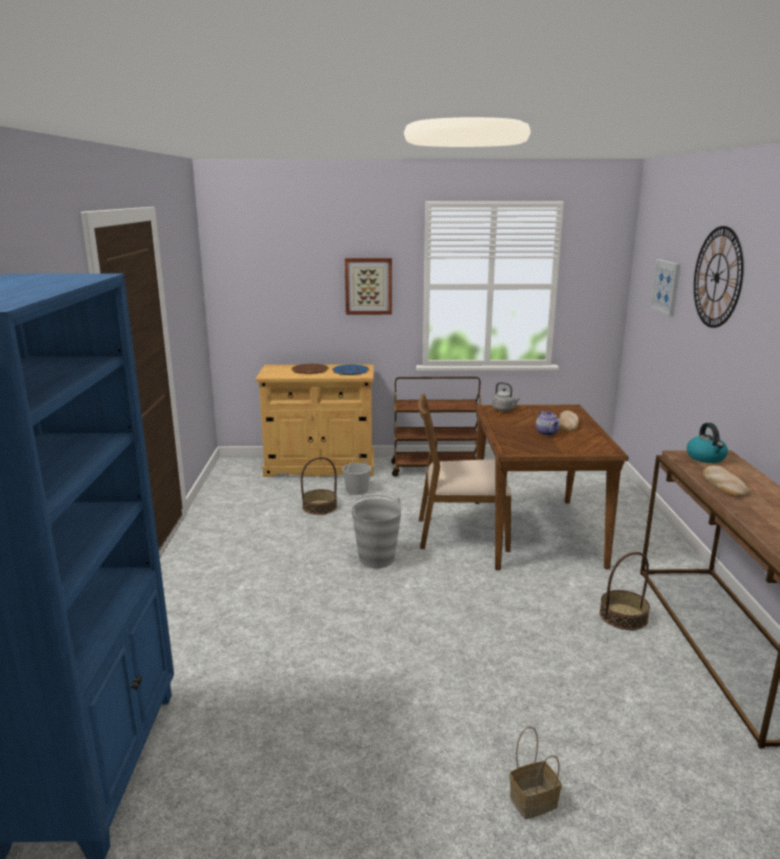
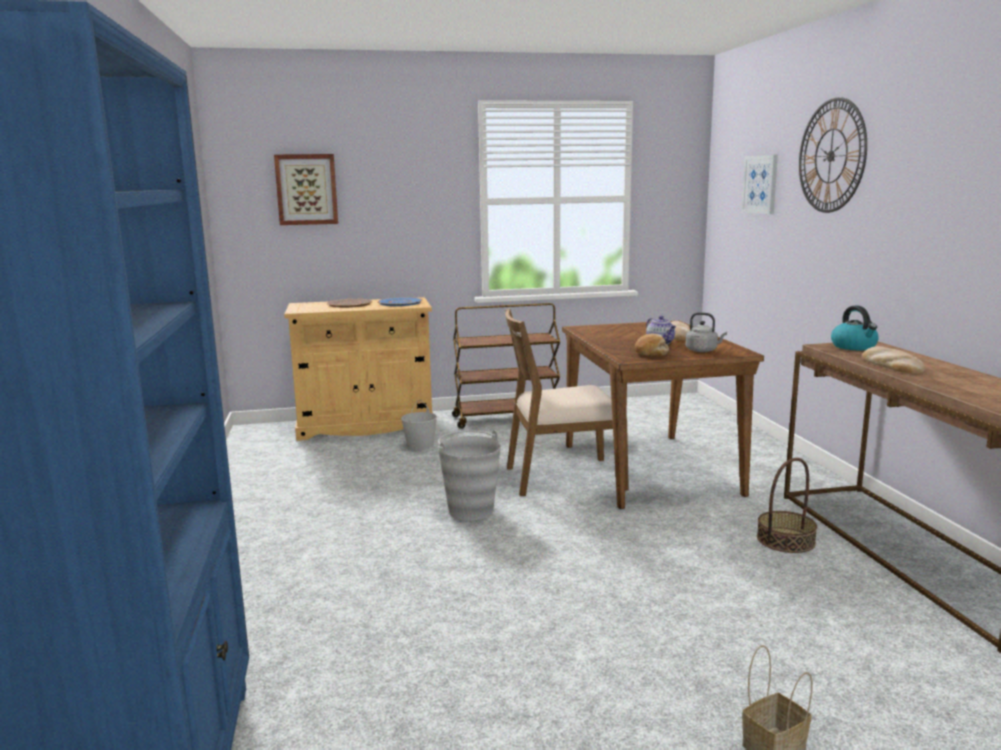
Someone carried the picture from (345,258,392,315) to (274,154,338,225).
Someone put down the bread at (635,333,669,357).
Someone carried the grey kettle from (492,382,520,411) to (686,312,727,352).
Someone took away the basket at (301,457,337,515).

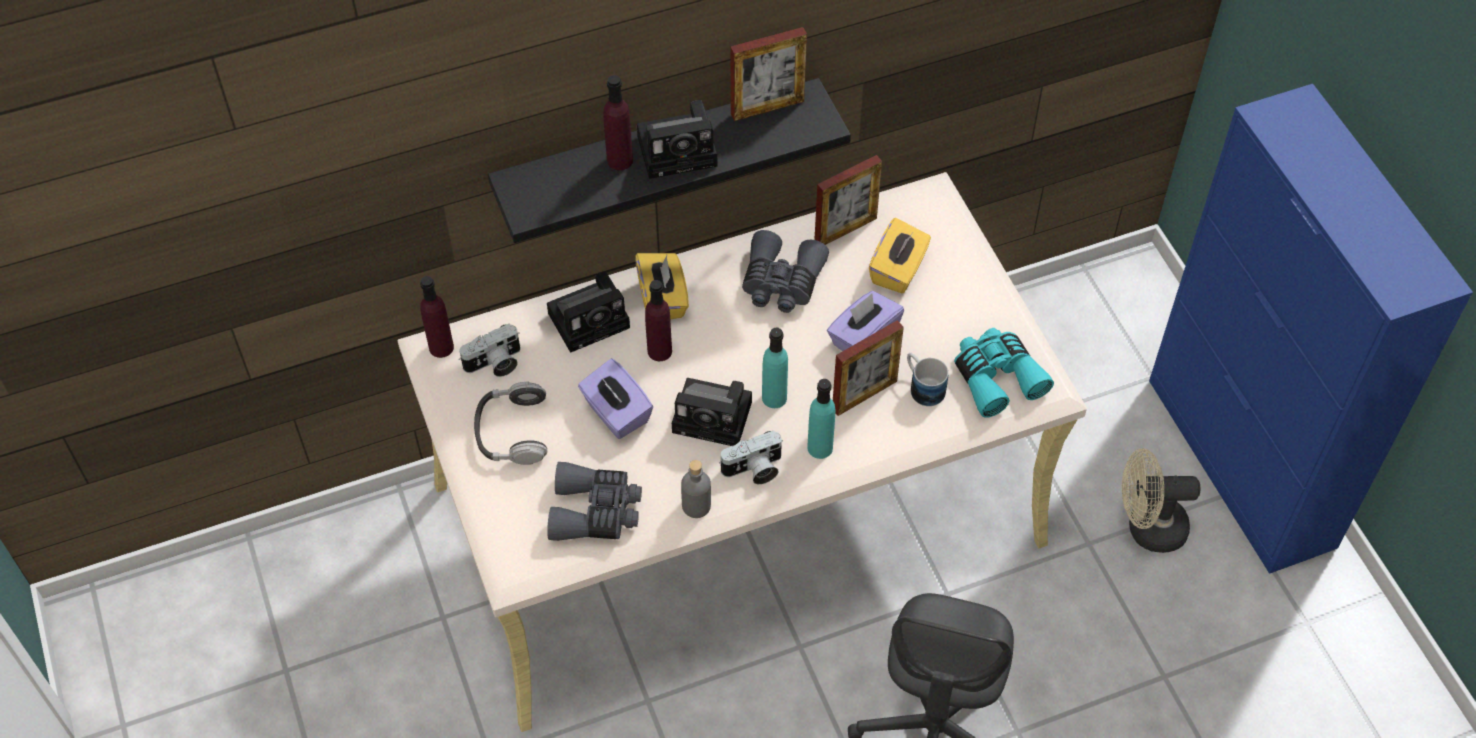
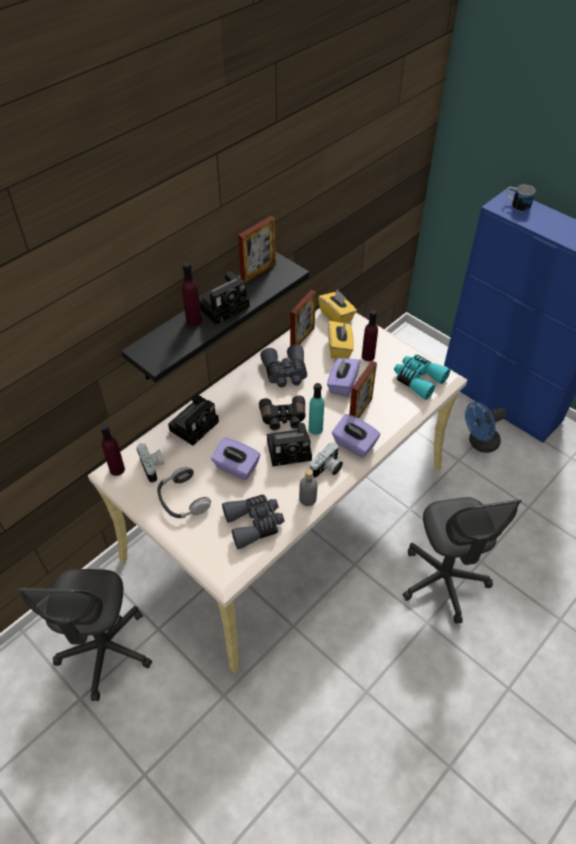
Someone put down the grey office chair at (17,569,152,701).
Someone rotated the photo camera at (459,323,520,377) by 60 degrees counterclockwise.
Someone put down the black binoculars at (259,396,305,430).
Someone carried the yellow tissue box from (635,253,689,320) to (318,290,357,323).
Someone swapped the turquoise bottle at (807,379,835,459) for the purple tissue box at (332,414,380,458).
Someone carried the purple bottle from (645,280,672,361) to (362,310,378,361).
Someone repainted the beige fan at (1122,448,1200,553), which became the blue fan at (465,402,506,453).
Someone carried the mug from (907,353,948,406) to (506,185,535,212).

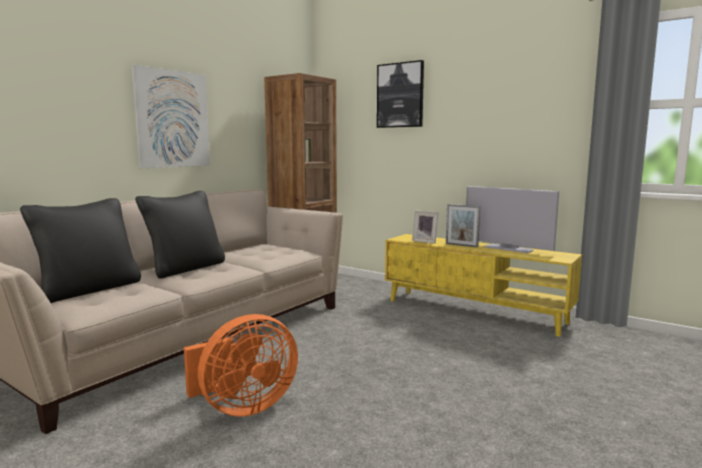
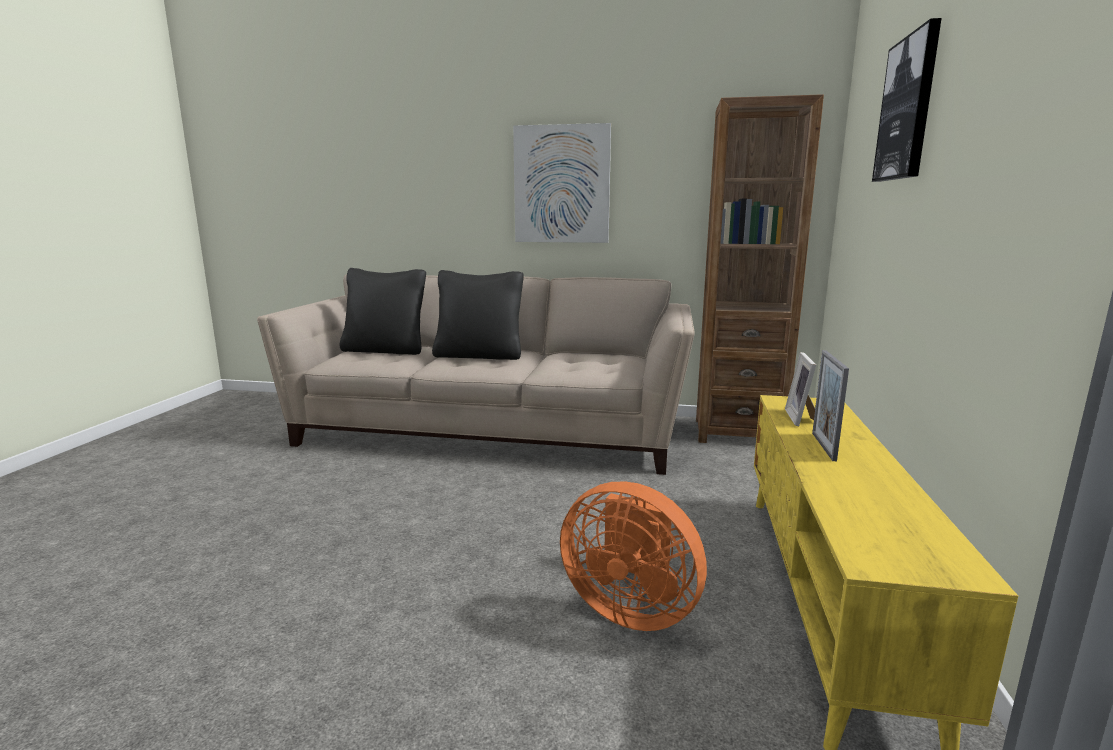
Someone carried the orange fan from (184,314,298,417) to (560,482,707,631).
Someone took away the television at (466,186,559,253).

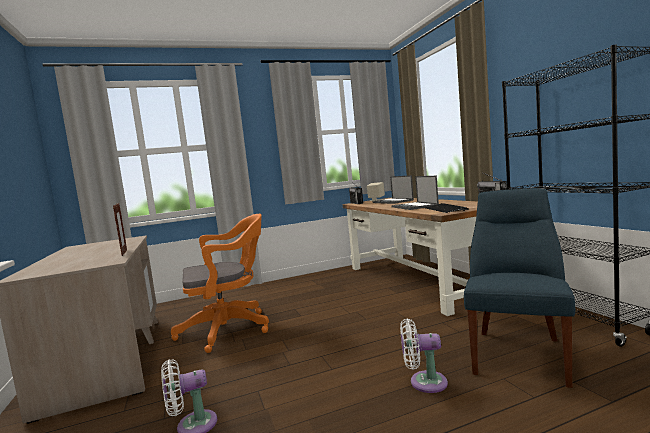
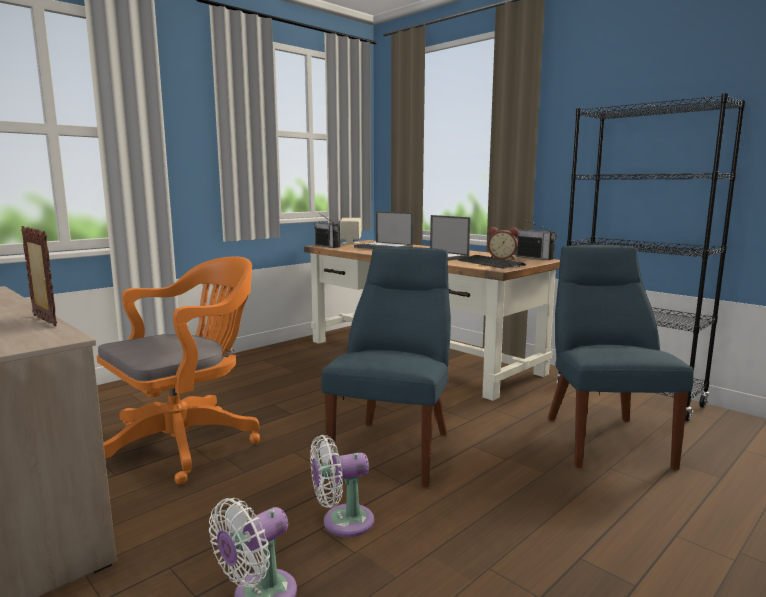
Someone carried the white fan from (400,319,448,393) to (310,435,374,537).
Someone put down the blue chair at (321,247,451,487).
Someone put down the alarm clock at (488,227,519,259).

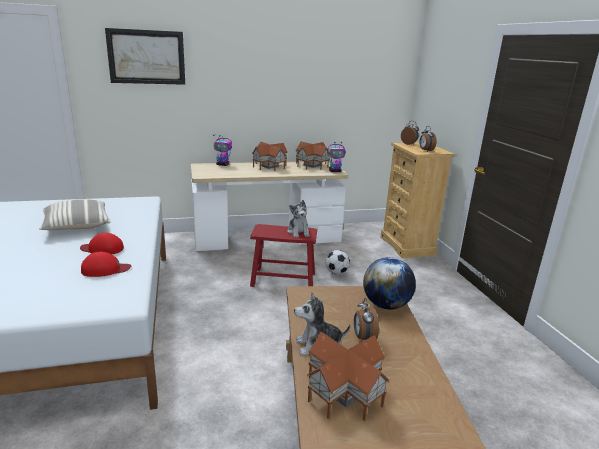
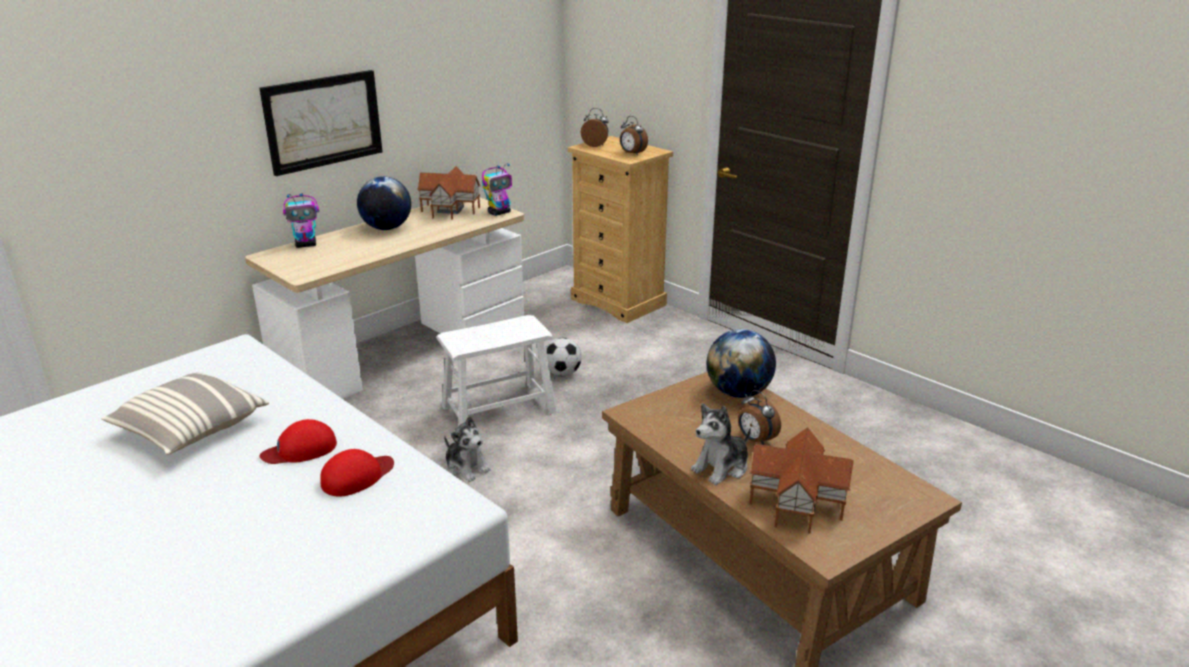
Someone carried the picture from (105,28,185,85) to (259,70,383,176).
Someone swapped the toy house at (252,142,288,171) for the globe at (357,176,411,230).
Someone repainted the red stool at (250,224,317,287), which became the white stool at (437,315,557,425).
Someone carried the plush toy from (287,200,310,238) to (444,416,491,482).

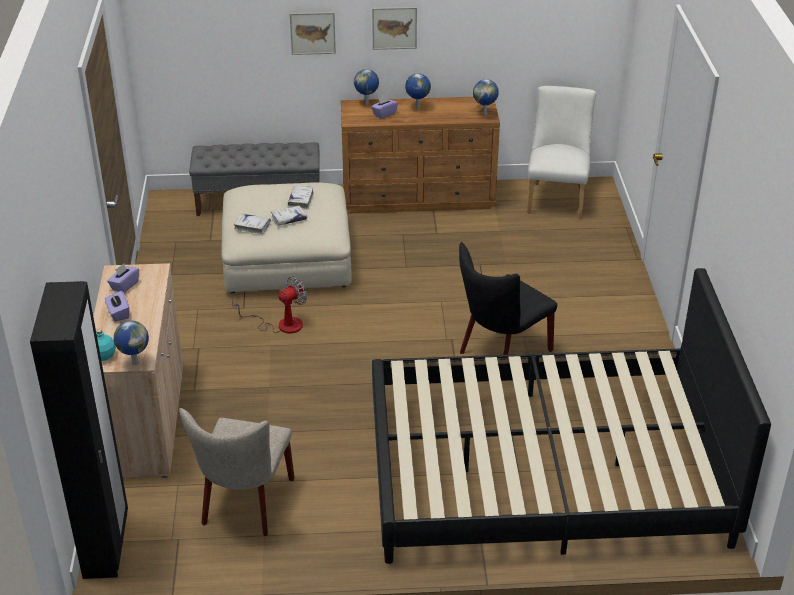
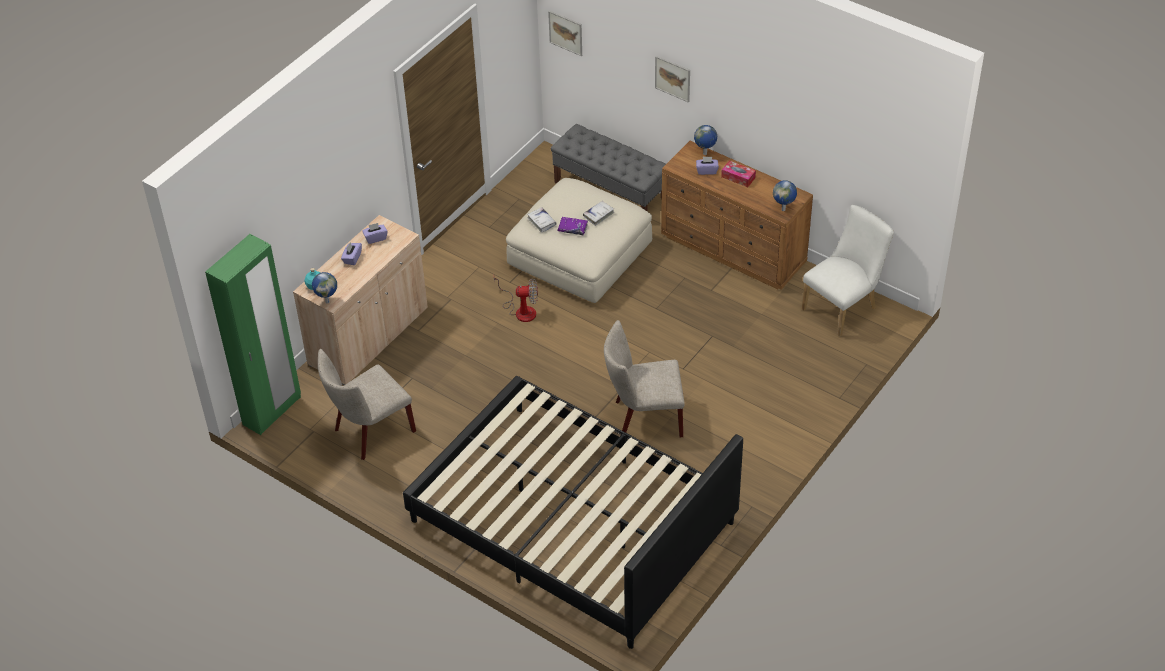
Someone repainted the black wardrobe at (30,281,128,579), which became the green wardrobe at (205,234,301,435).
Someone carried the picture from (372,7,417,50) to (548,10,582,56).
Someone repainted the white book at (271,205,307,226), which became the purple book at (557,217,588,235).
Someone repainted the black chair at (459,242,557,355), which became the beige chair at (604,320,685,437).
Someone swapped the globe at (405,73,431,109) for the tissue box at (721,160,756,187).

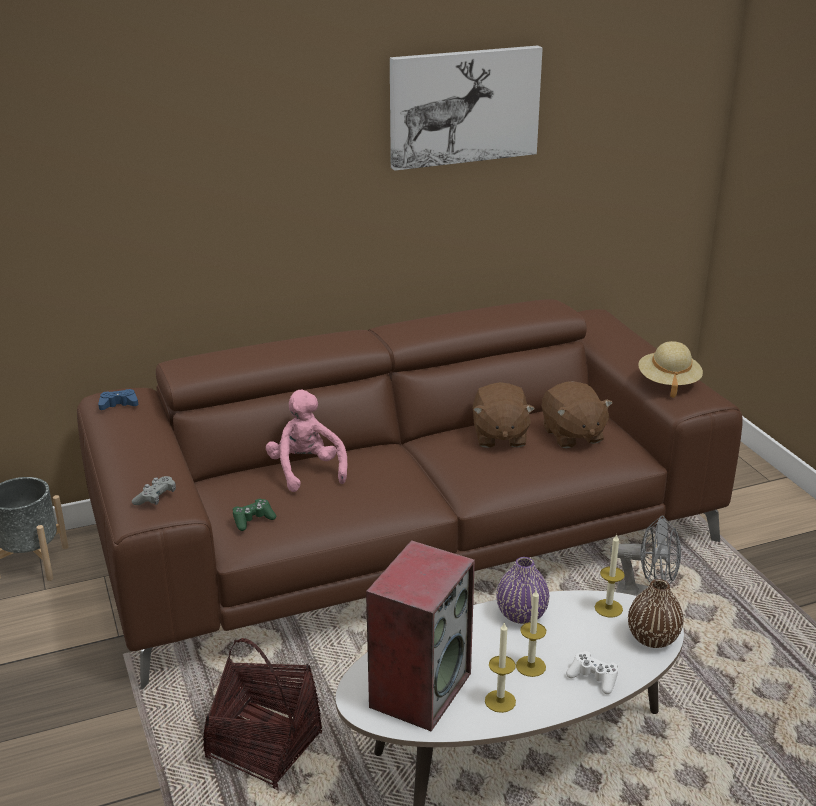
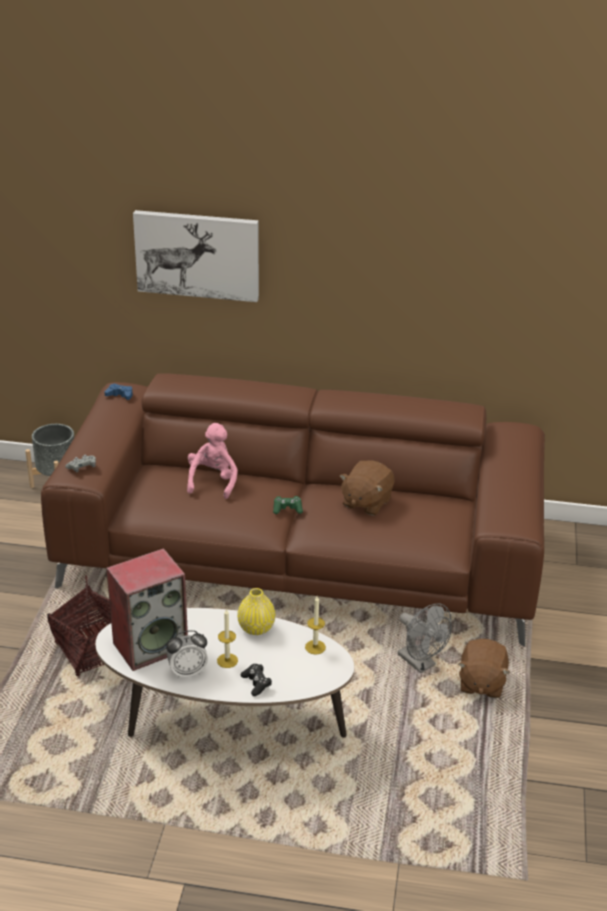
Someone carried the picture from (390,45,543,171) to (133,210,259,302).
Someone swapped the candle at (485,622,516,713) for the alarm clock at (166,630,208,679).
Someone repainted the purple vase at (496,557,550,624), which became the yellow vase at (237,588,275,635).
Someone repainted the white game controller at (566,651,618,694), which became the black game controller at (241,664,272,696).
Someone carried the green game controller from (233,499,276,531) to (273,496,303,514).
Someone carried the brown plush toy from (542,382,613,449) to (458,639,510,698).
Someone took away the brown vase at (628,579,683,648).
Someone took away the beige hat at (638,341,703,398).

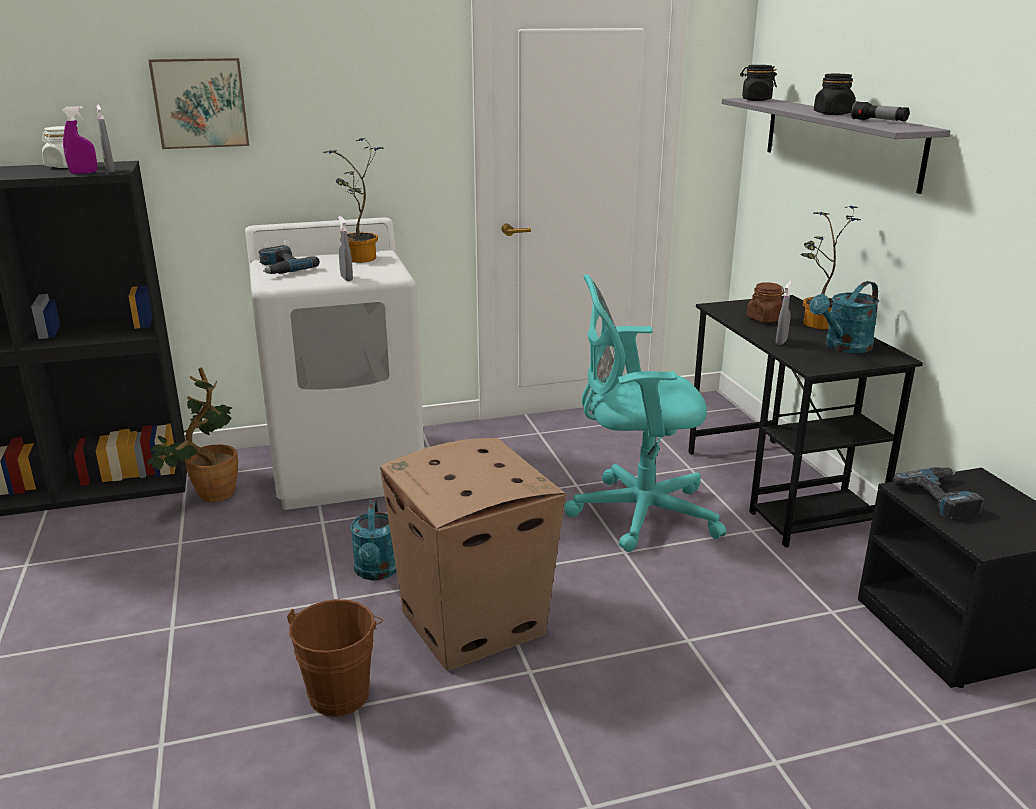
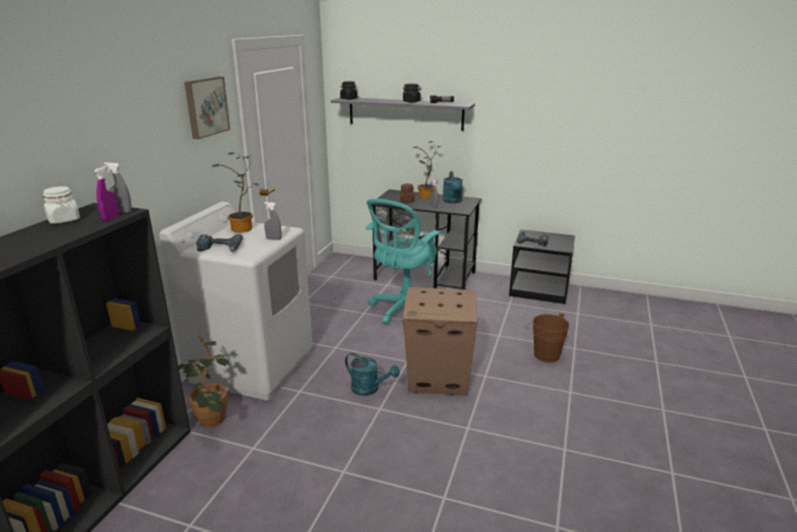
Someone carried the picture from (148,58,249,149) to (184,77,230,139).
Someone carried the brown bucket from (287,599,383,717) to (526,313,570,363).

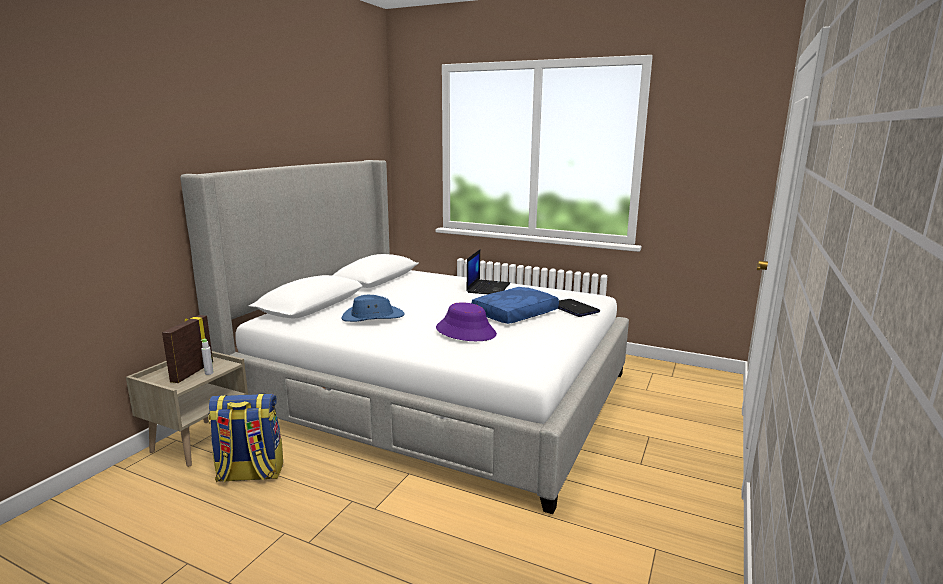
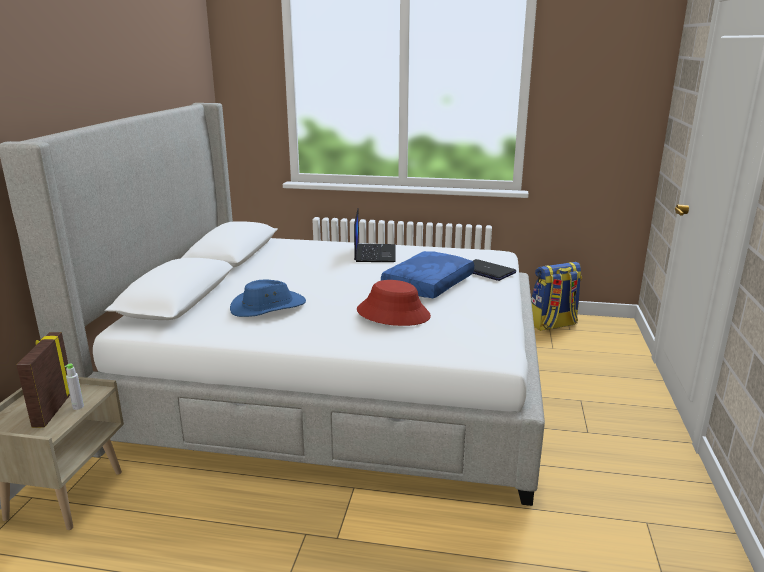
Someone repainted the purple hat at (436,302,497,341), which became the red hat at (357,280,431,326).
Someone carried the backpack from (208,393,283,483) to (531,262,582,331).

